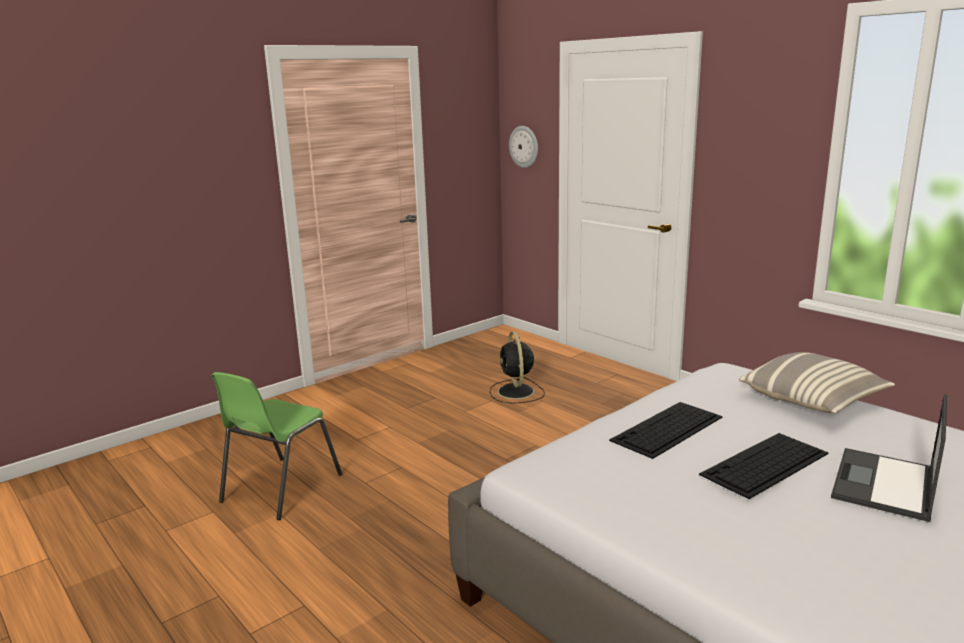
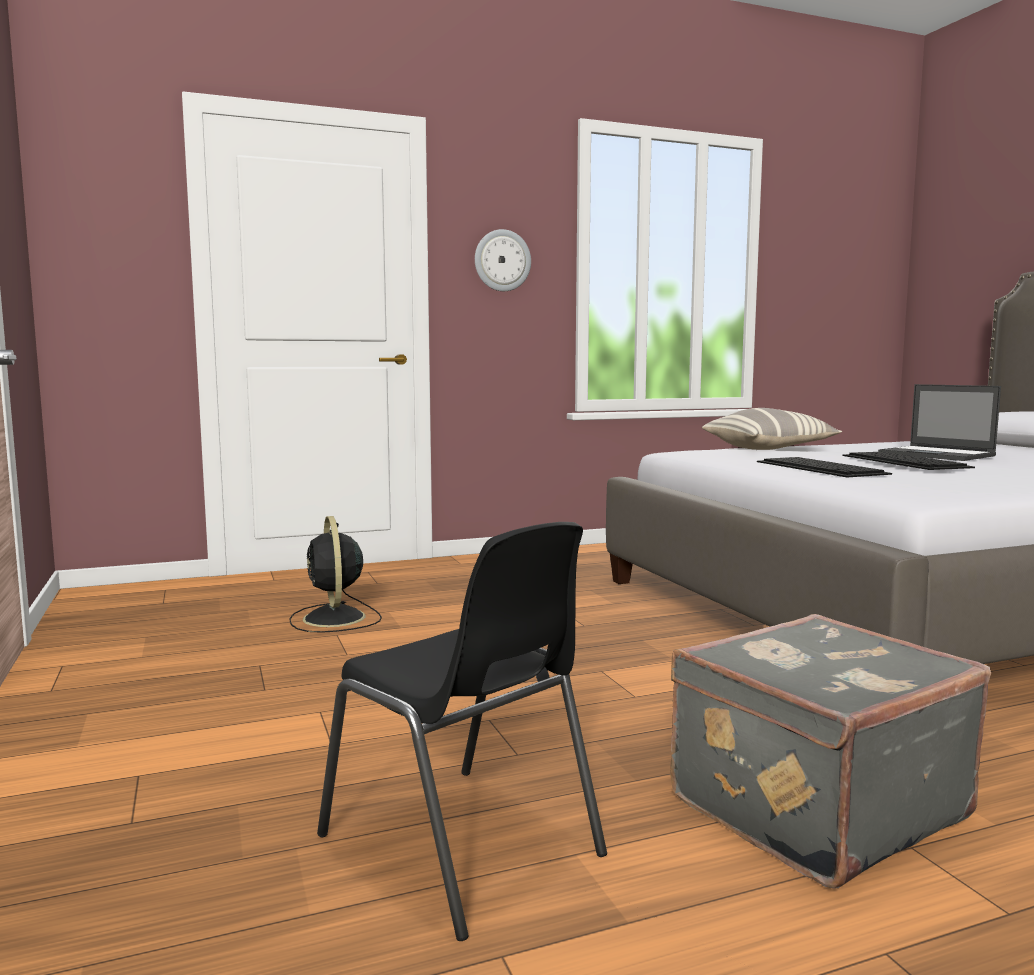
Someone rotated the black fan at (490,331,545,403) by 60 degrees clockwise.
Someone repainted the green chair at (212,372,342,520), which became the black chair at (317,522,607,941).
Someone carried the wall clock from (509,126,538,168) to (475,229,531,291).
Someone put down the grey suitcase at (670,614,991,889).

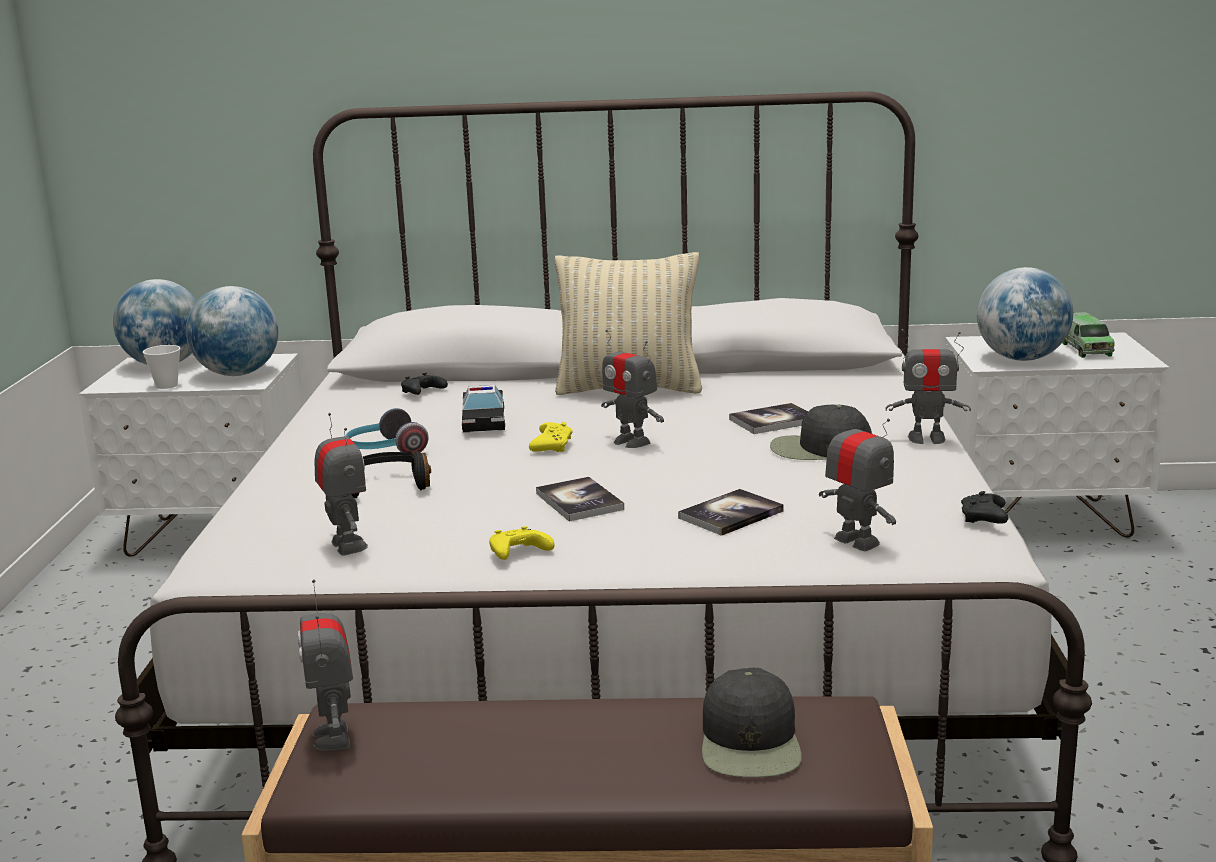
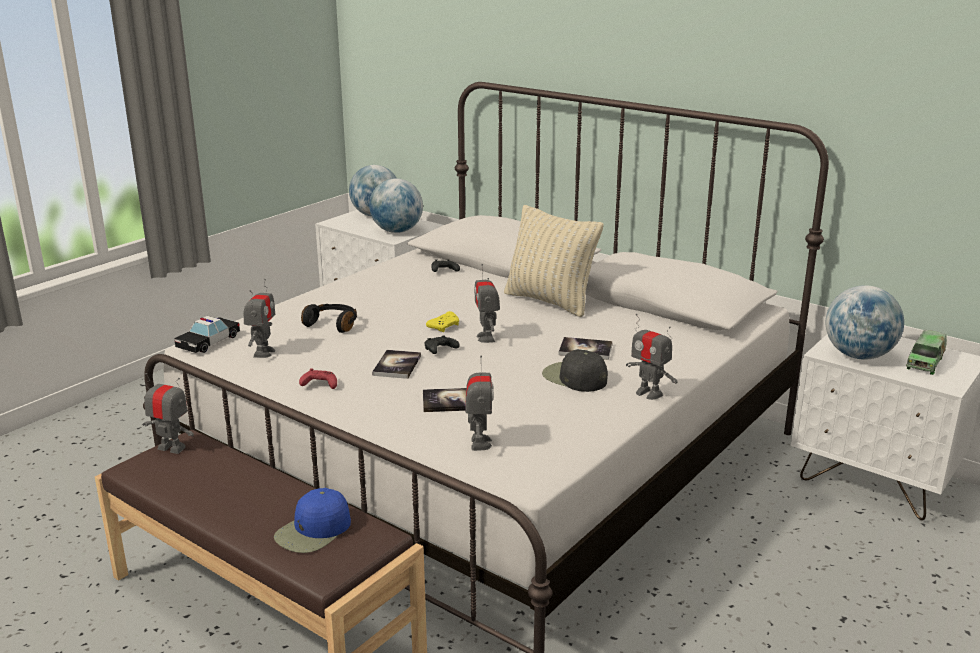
Someone rotated the toy robot at (298,579,353,751) by 90 degrees clockwise.
Someone carried the toy car from (462,385,505,433) to (174,316,240,353).
Someone repainted the black cap at (702,668,802,777), which became the blue cap at (274,488,351,553).
Someone repainted the yellow game controller at (489,526,554,560), which became the red game controller at (299,369,337,389).
Someone carried the black game controller from (961,491,1008,524) to (425,336,460,354).
Someone took away the cup at (143,345,180,389).
Someone took away the headphones at (346,408,429,452).

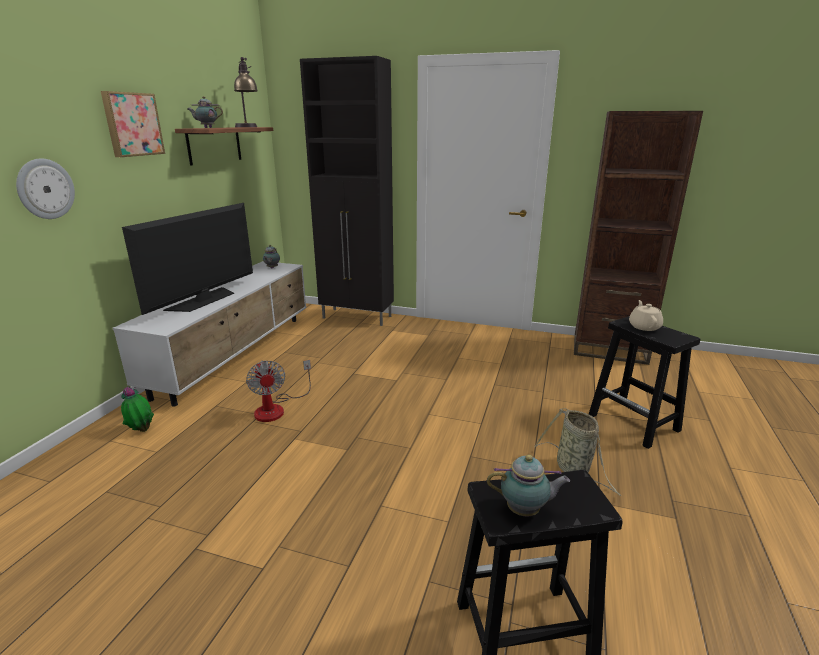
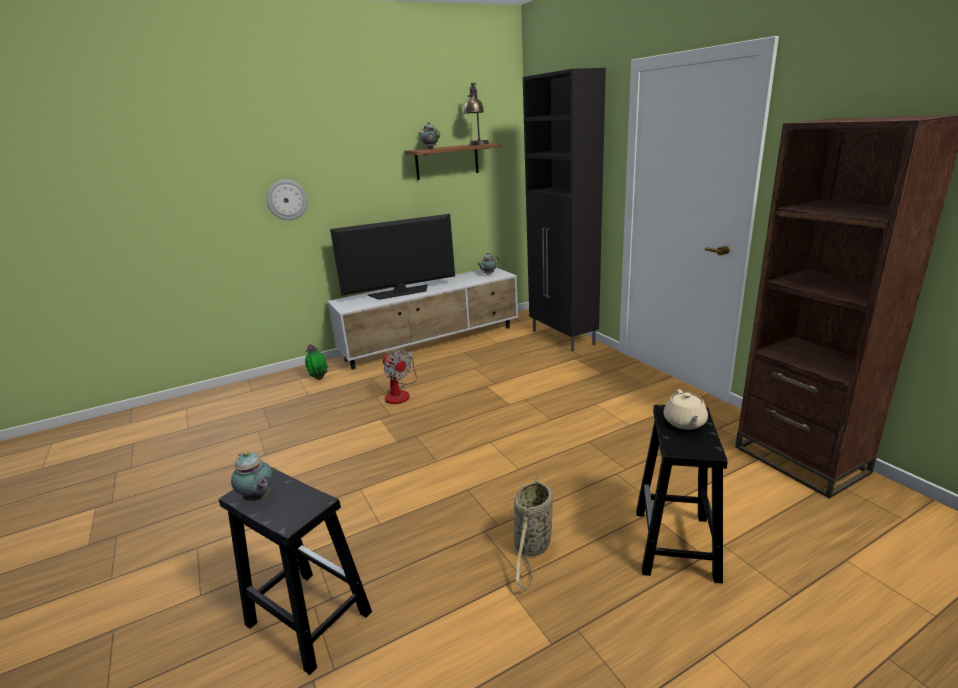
Someone rotated the fan at (246,360,311,422) by 60 degrees counterclockwise.
Someone rotated the beige teapot at (629,300,663,331) by 135 degrees clockwise.
Someone took away the picture at (101,91,165,157).

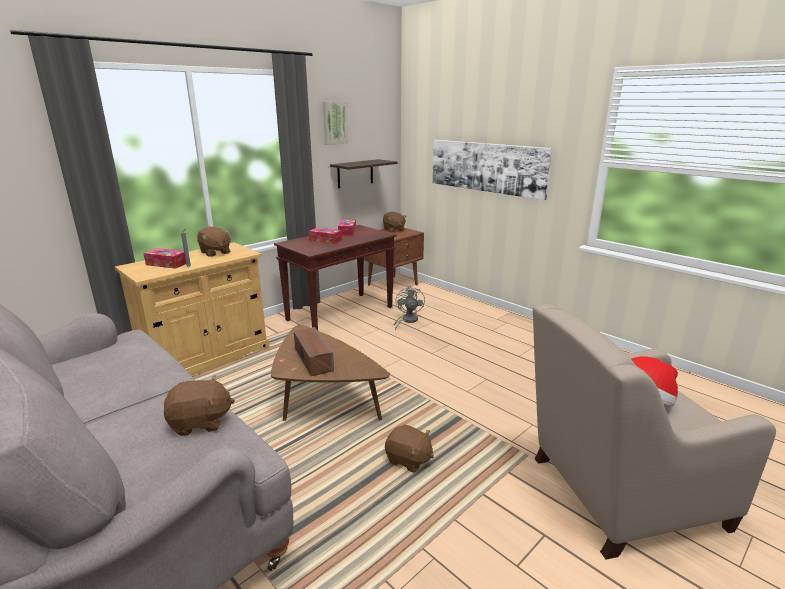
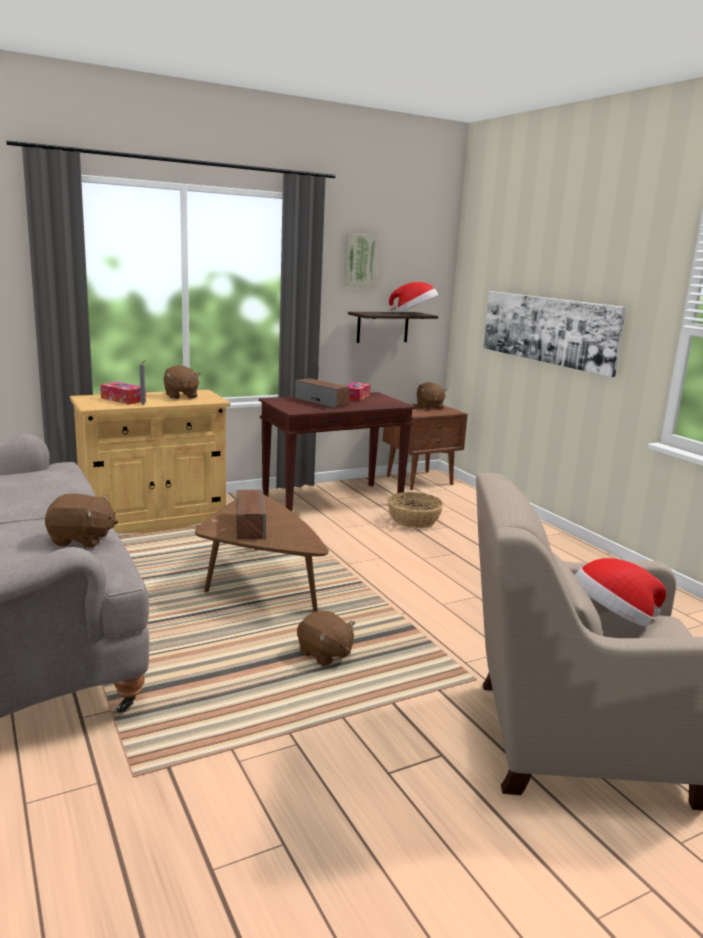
Someone swapped the tissue box at (309,228,342,244) for the speaker at (295,378,350,408).
Someone swapped the grey fan at (394,286,425,331) for the basket at (387,492,444,528).
Someone put down the hat at (389,282,438,313).

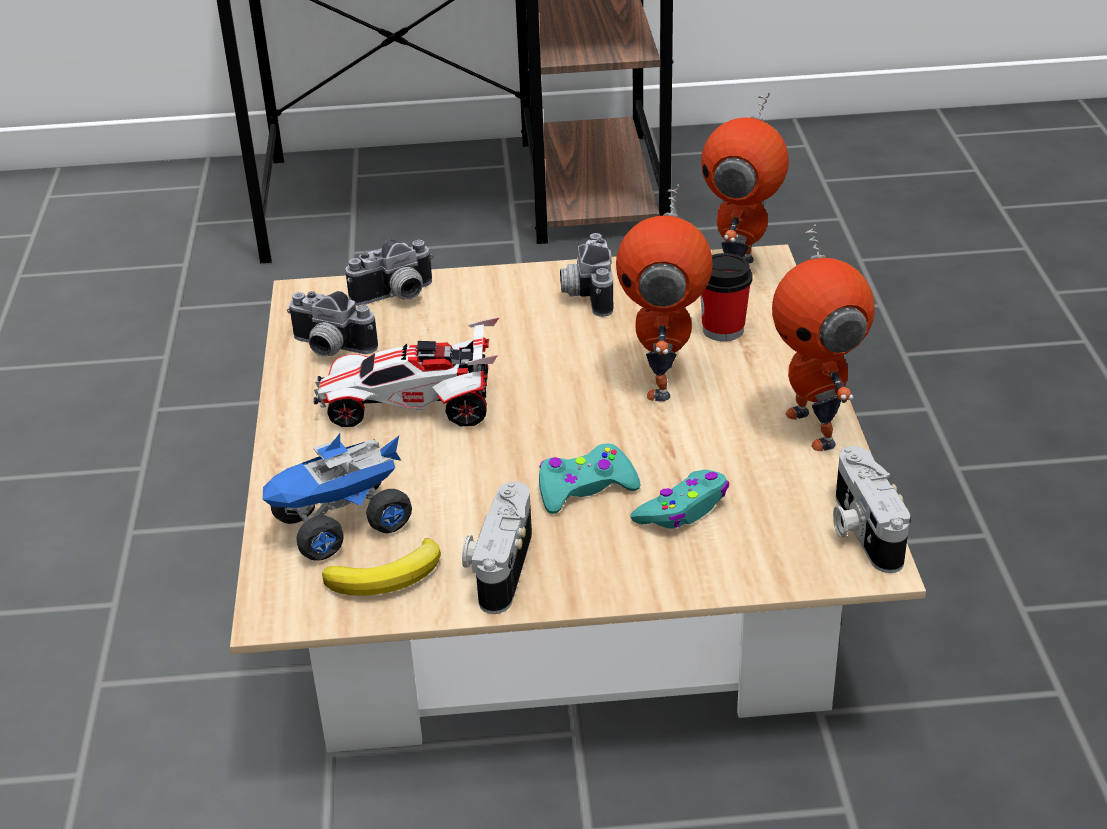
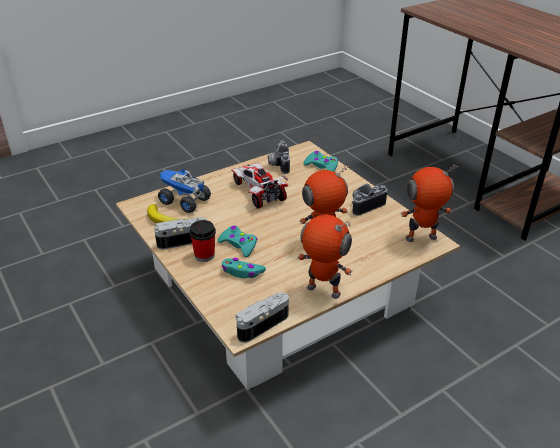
Someone carried the cup from (700,253,753,341) to (189,220,216,262).
Someone rotated the toy robot at (772,225,875,451) by 75 degrees clockwise.
Someone swapped the photo camera at (345,239,434,306) for the turquoise game controller at (303,151,338,172).

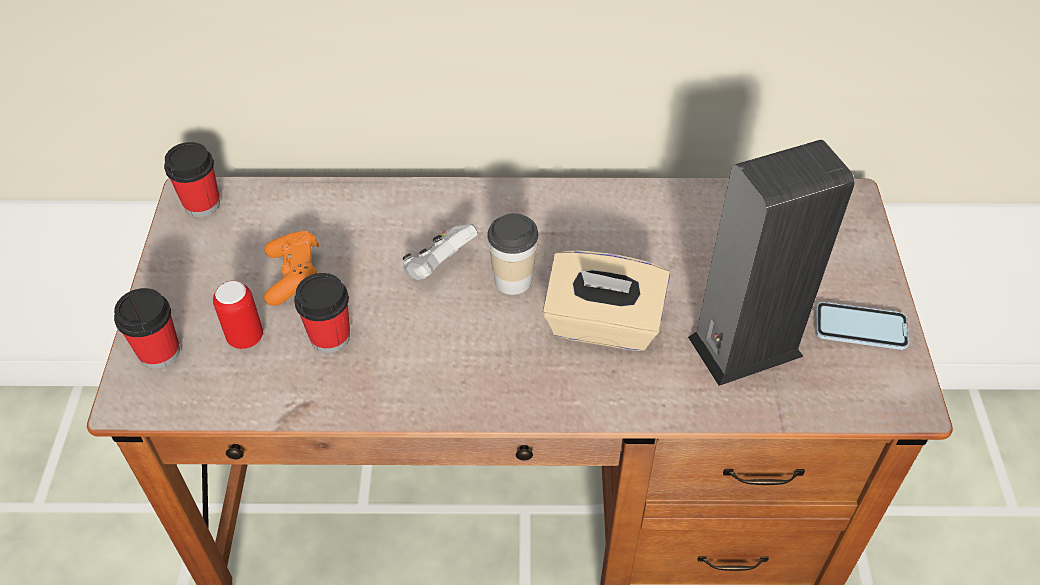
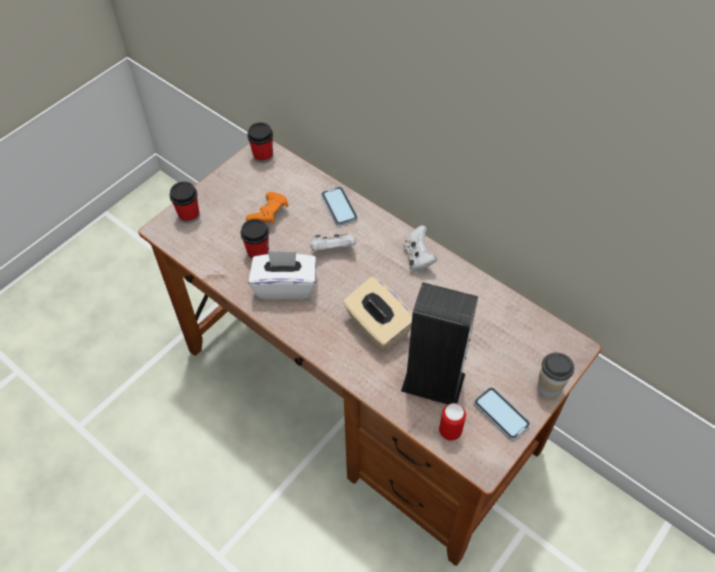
Someone put down the white tissue box at (249,250,316,300).
Someone put down the phone at (321,187,358,226).
Someone put down the white game controller at (403,225,437,271).
Someone carried the can from (213,281,263,349) to (439,403,466,441).
Someone carried the cup from (487,213,538,295) to (537,352,574,398).

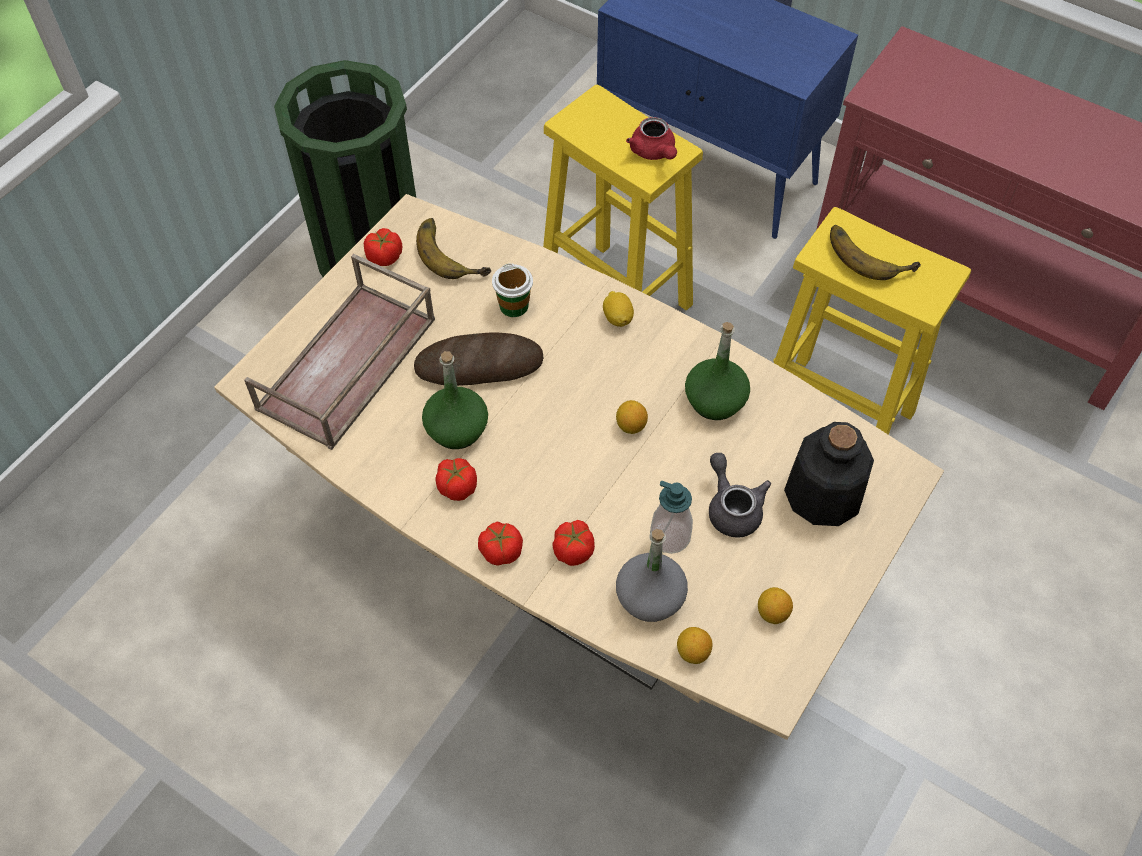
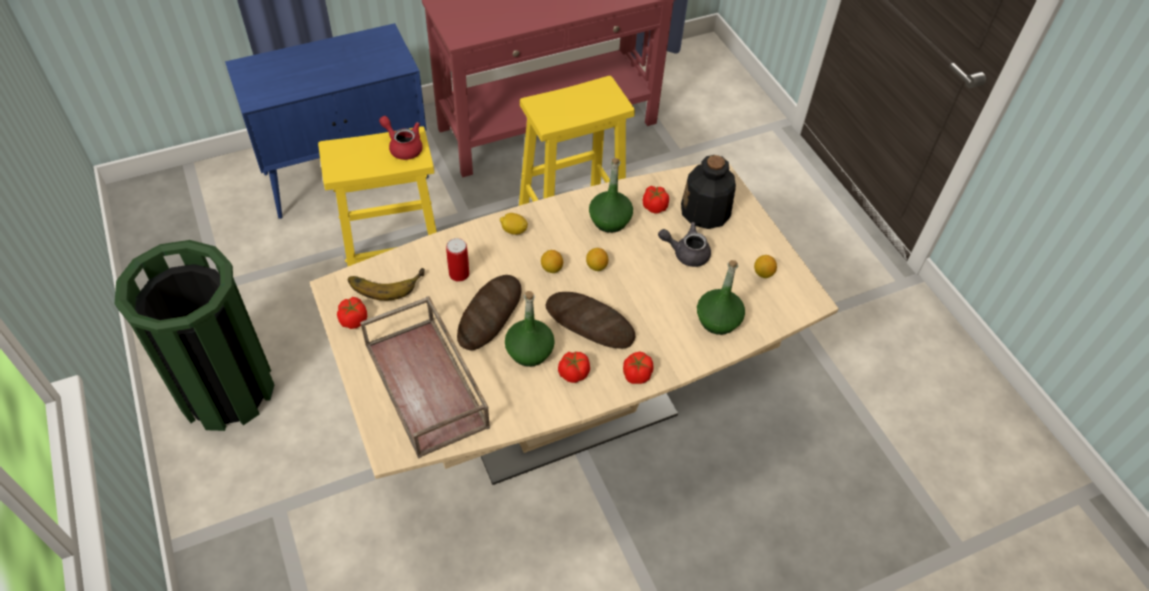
Someone rotated the red teapot at (626,117,677,160) by 150 degrees counterclockwise.
Someone swapped the cup at (492,263,533,317) for the can at (446,238,469,282).
Someone carried the lemon from (677,627,713,664) to (541,250,563,273).
Someone put down the bread at (545,292,635,348).
Someone carried the tomato from (552,520,595,566) to (643,186,669,214).
Someone repainted the grey bottle at (616,529,688,622), which became the green bottle at (697,260,745,335).
Someone took away the soap dispenser at (650,480,693,554).
Someone took away the banana at (830,225,921,280).

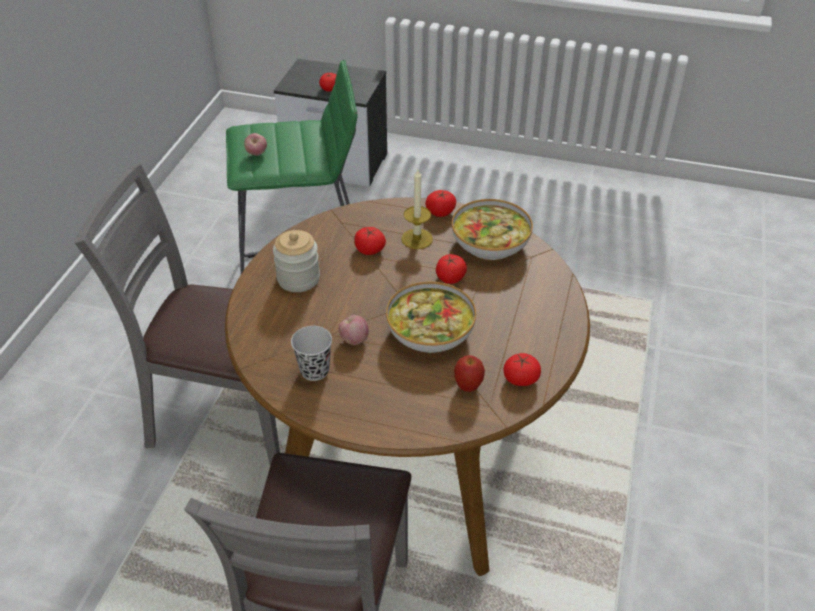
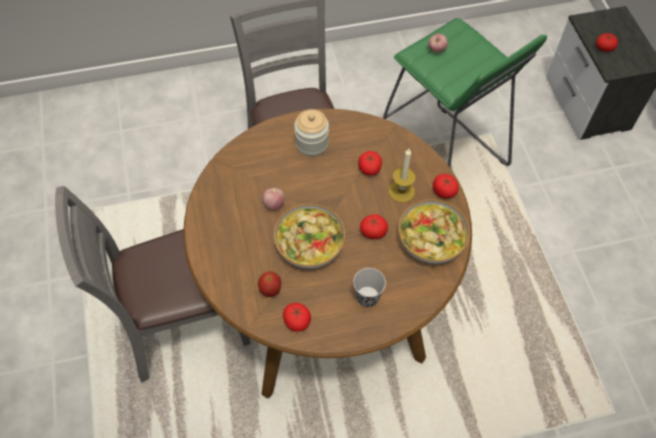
Someone carried the black cup from (291,326,332,381) to (353,268,386,307).

